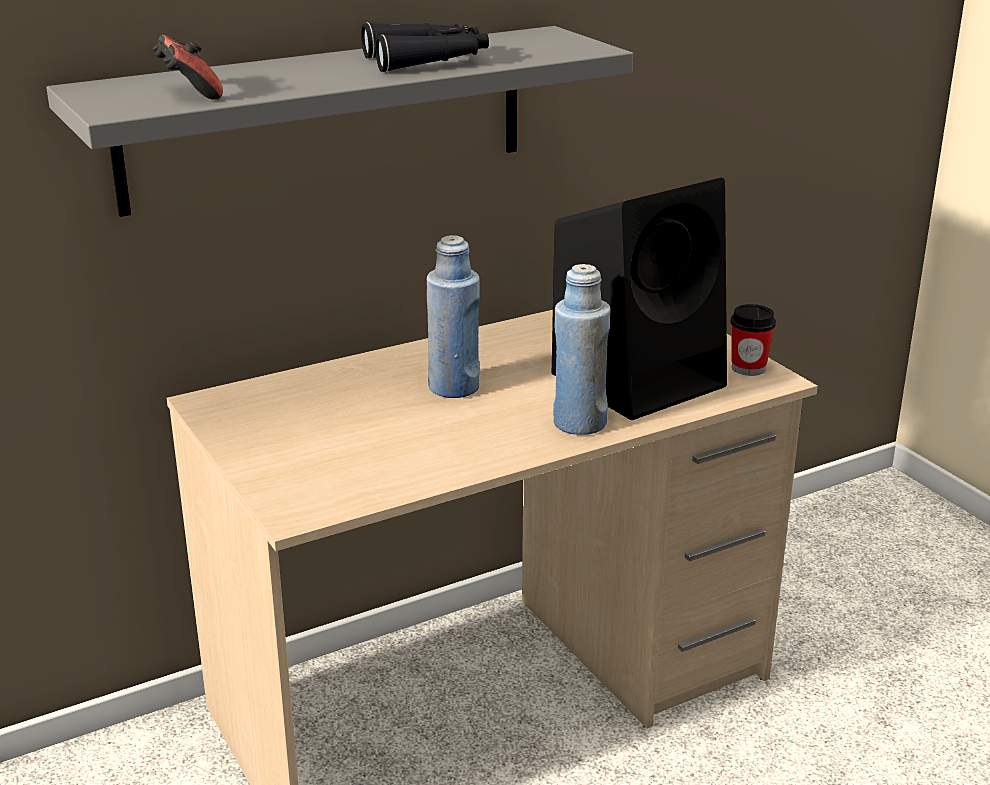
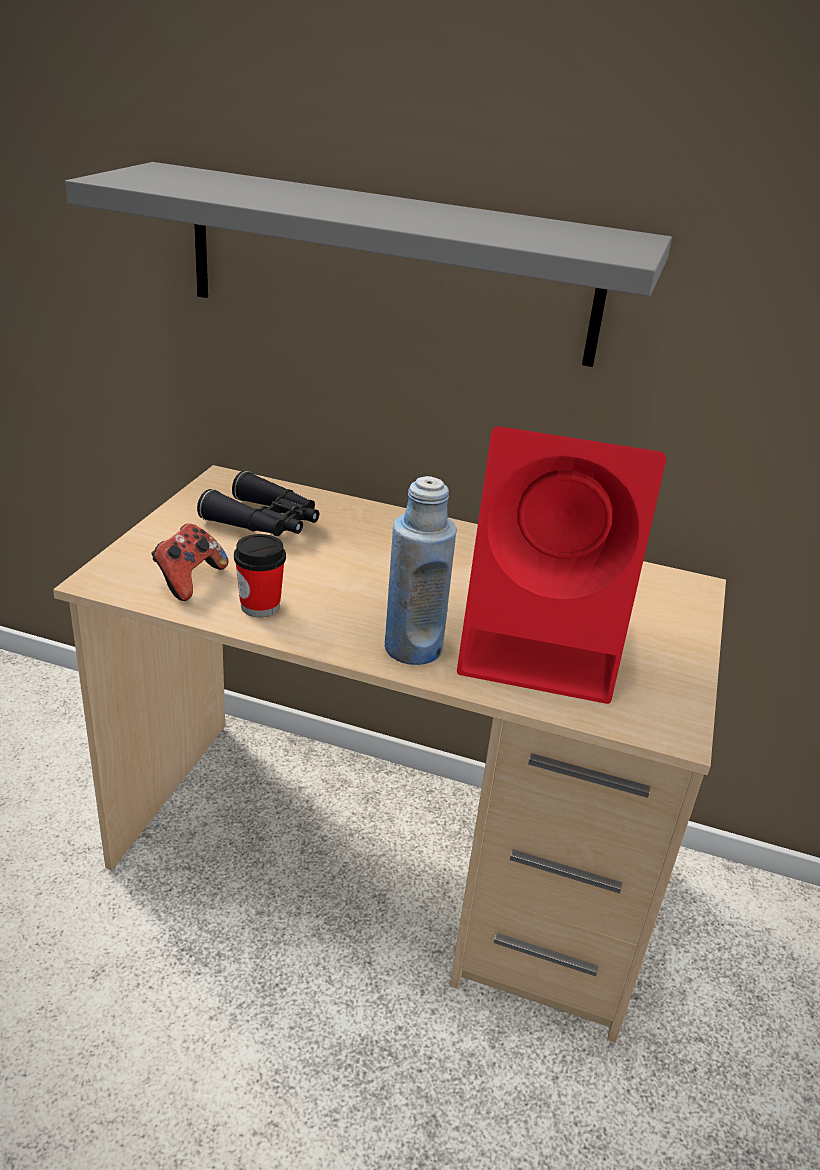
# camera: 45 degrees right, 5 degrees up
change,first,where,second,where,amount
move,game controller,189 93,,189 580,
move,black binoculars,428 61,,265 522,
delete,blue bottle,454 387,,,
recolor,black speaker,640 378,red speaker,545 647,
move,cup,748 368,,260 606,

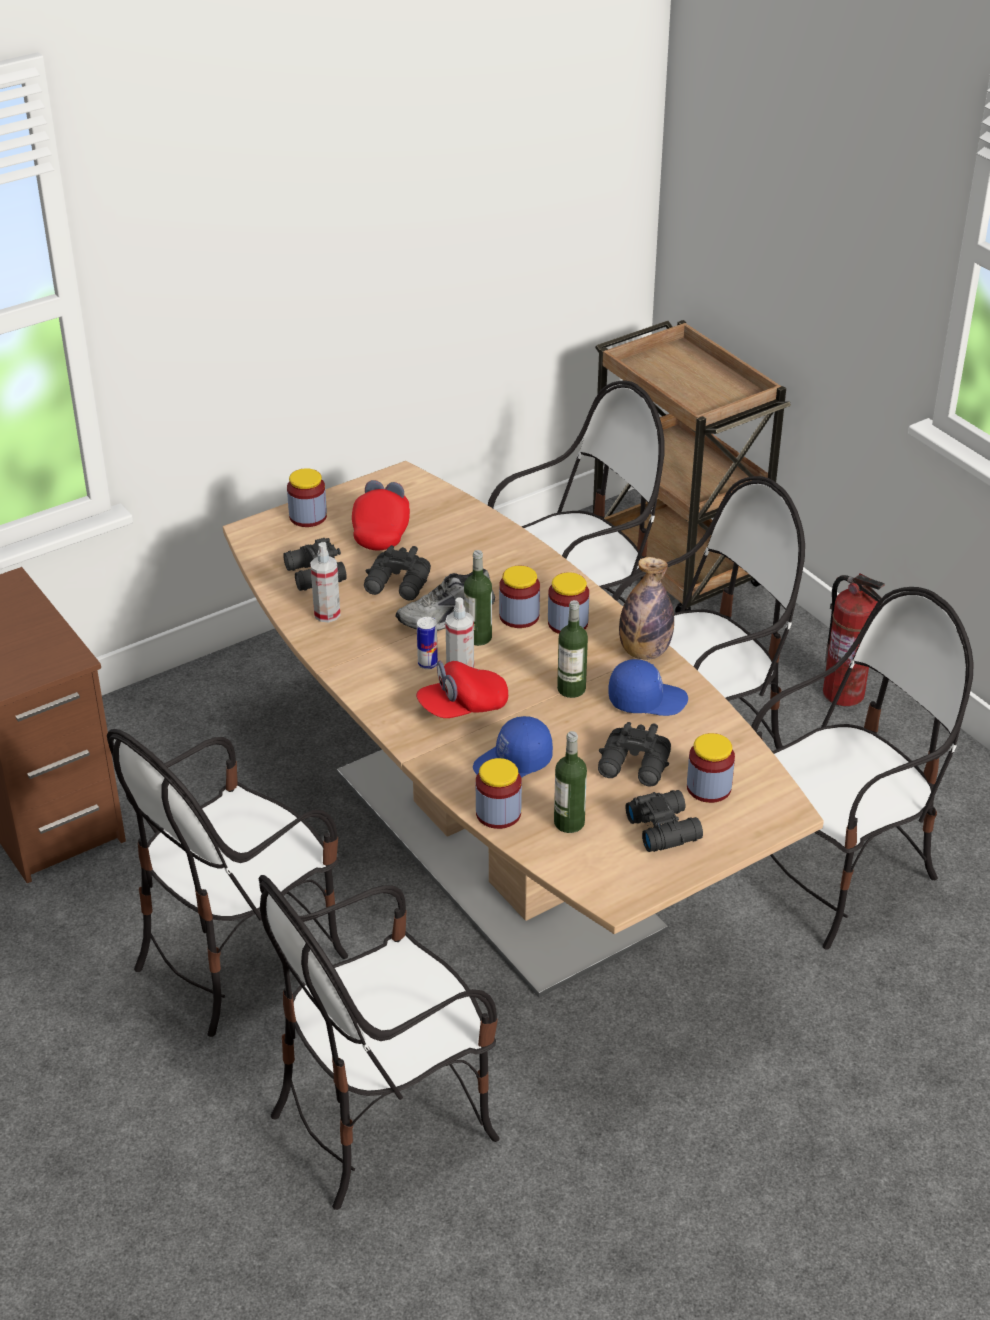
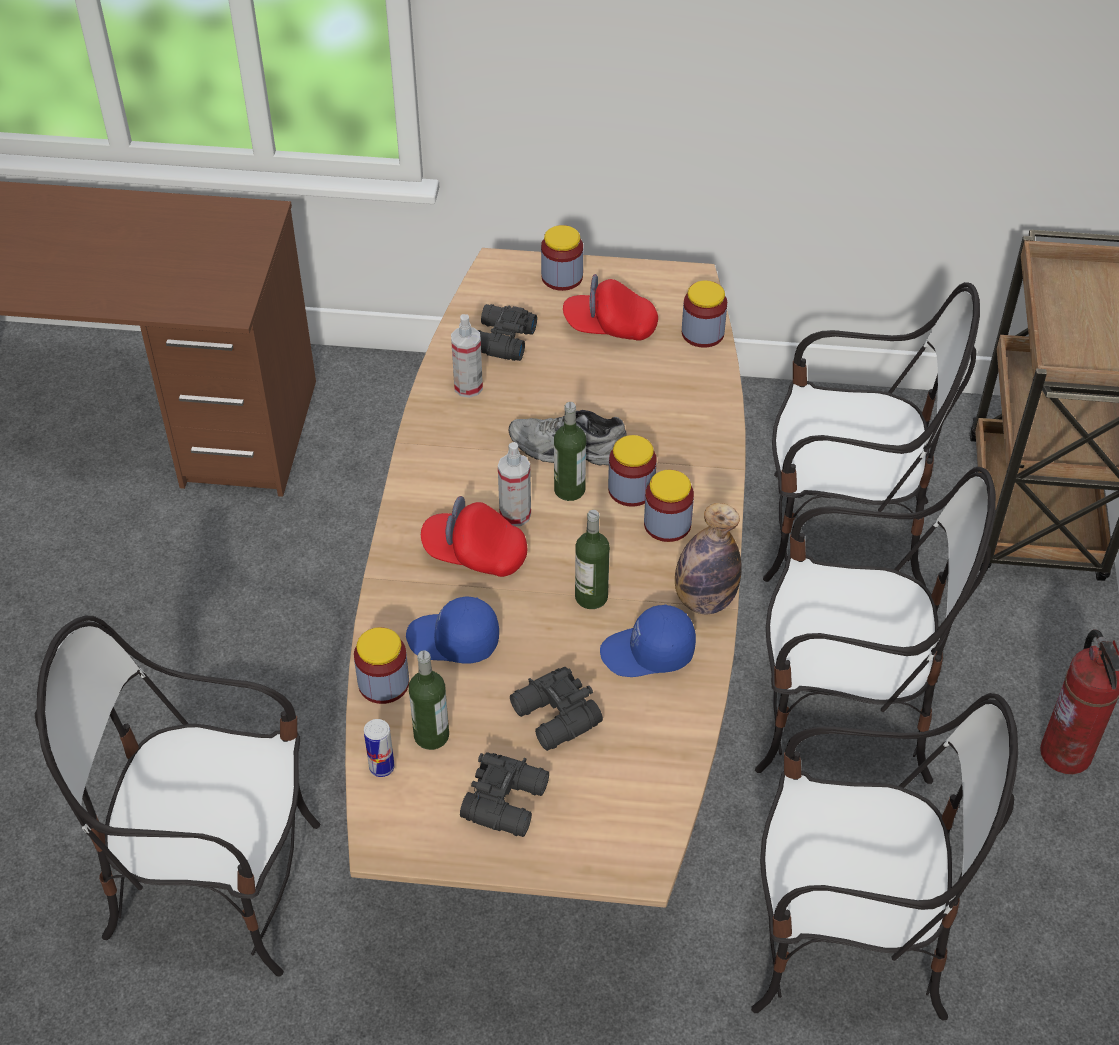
# camera: 40 degrees right, 10 degrees up
change,first,where,second,where,amount
delete,chair,239 956,,,
rotate,red cap,382 530,,610 327,135 degrees counterclockwise
delete,black binoculars,398 585,,,
move,can,427 664,,381 767,
rotate,blue cap,647 699,,648 653,135 degrees clockwise
move,jar,709 788,,702 333,

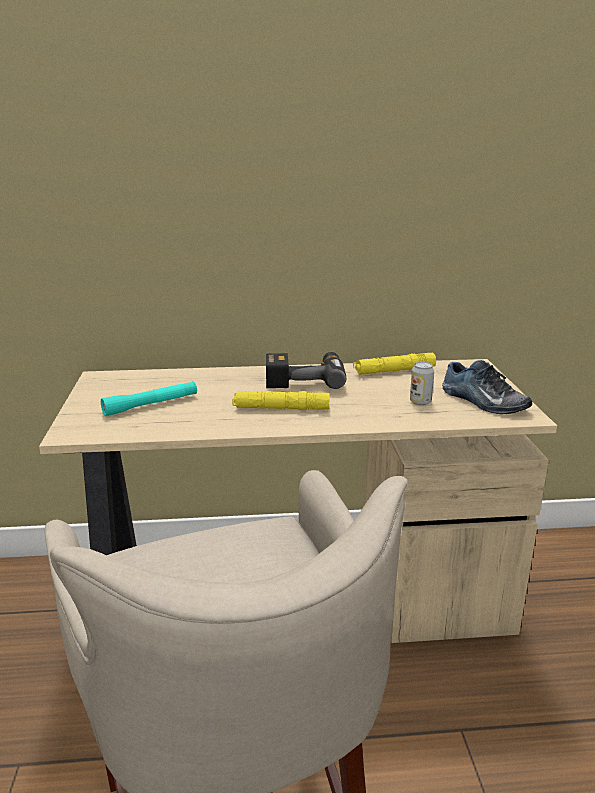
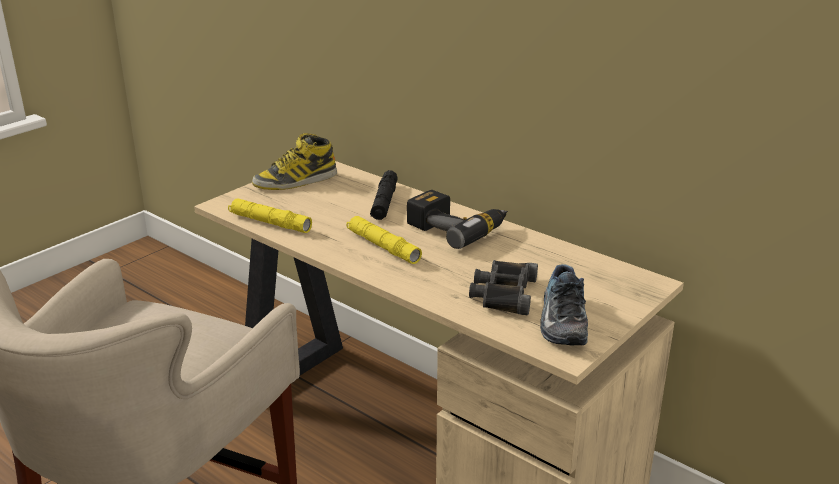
# camera: 45 degrees right, 5 degrees up
change,first,where,second,where,amount
delete,turquoise flashlight,151 405,,,
move,yellow flashlight,394 371,,270 223,
replace,can,420 402,black binoculars,503 293,
insert,,,boot,295 181,
insert,,,black flashlight,384 202,

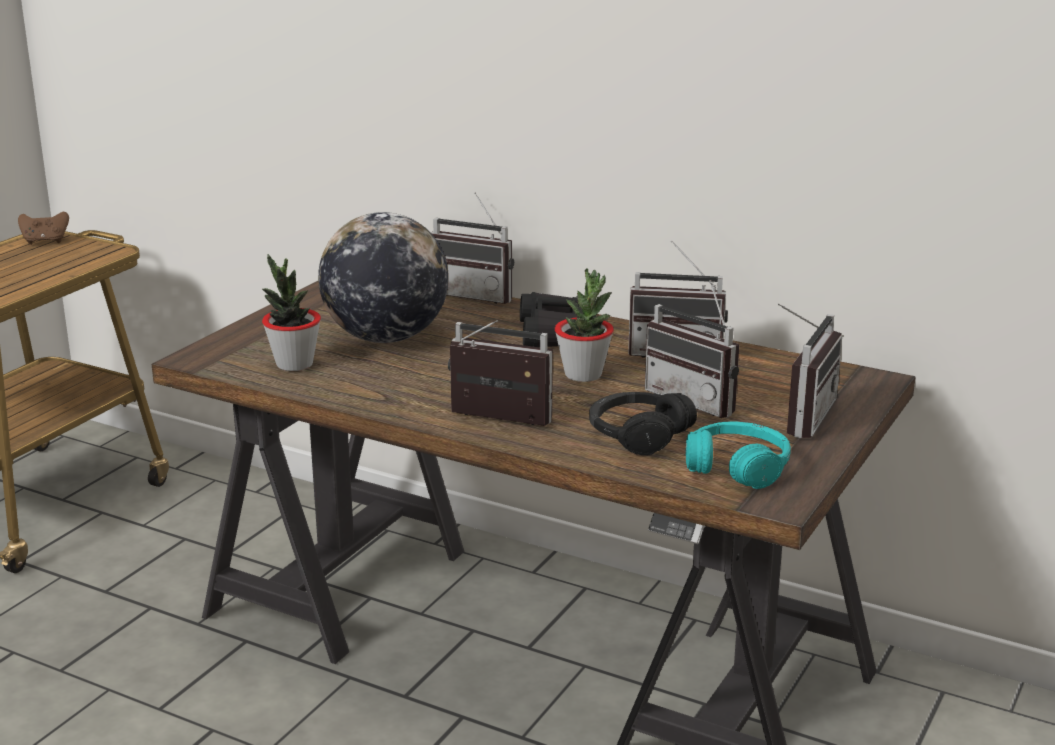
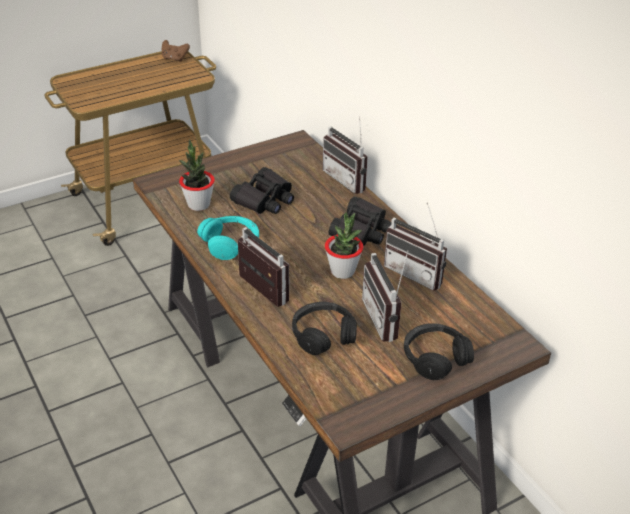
# camera: 30 degrees right, 15 degrees up
change,first,where,second,where,amount
replace,globe,386 338,black binoculars,264 200,
move,turquoise headphones,737 468,,230 244,
replace,radio,799 416,black headphones,435 358,

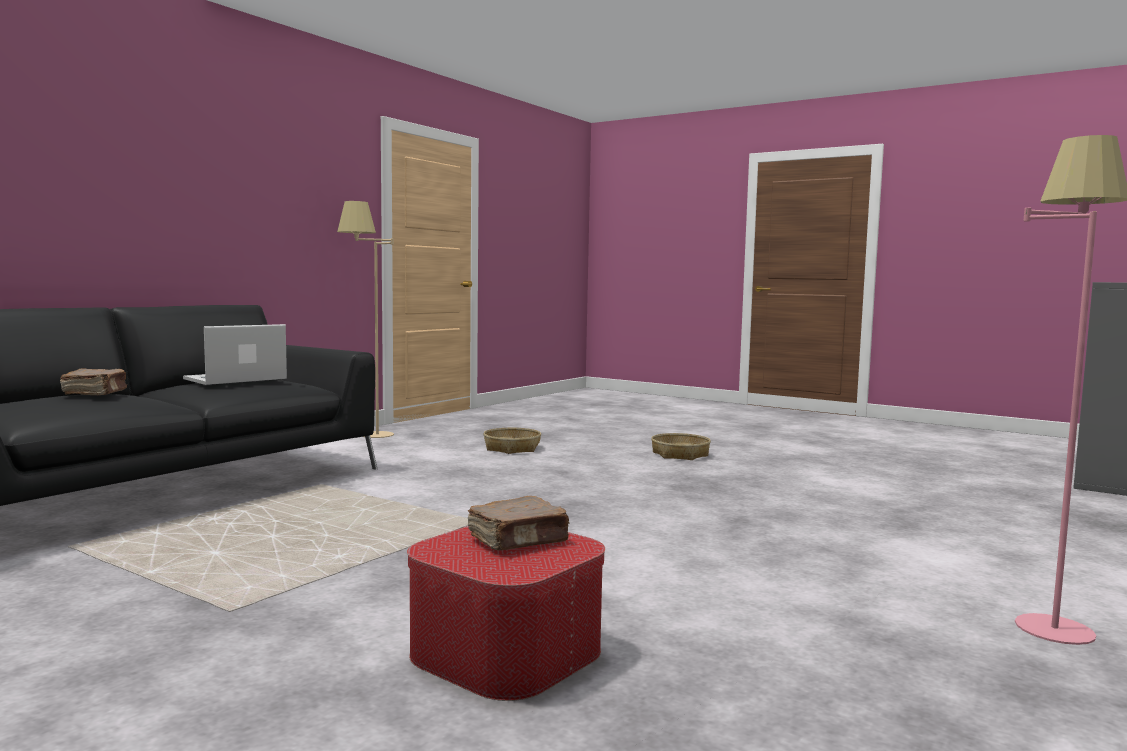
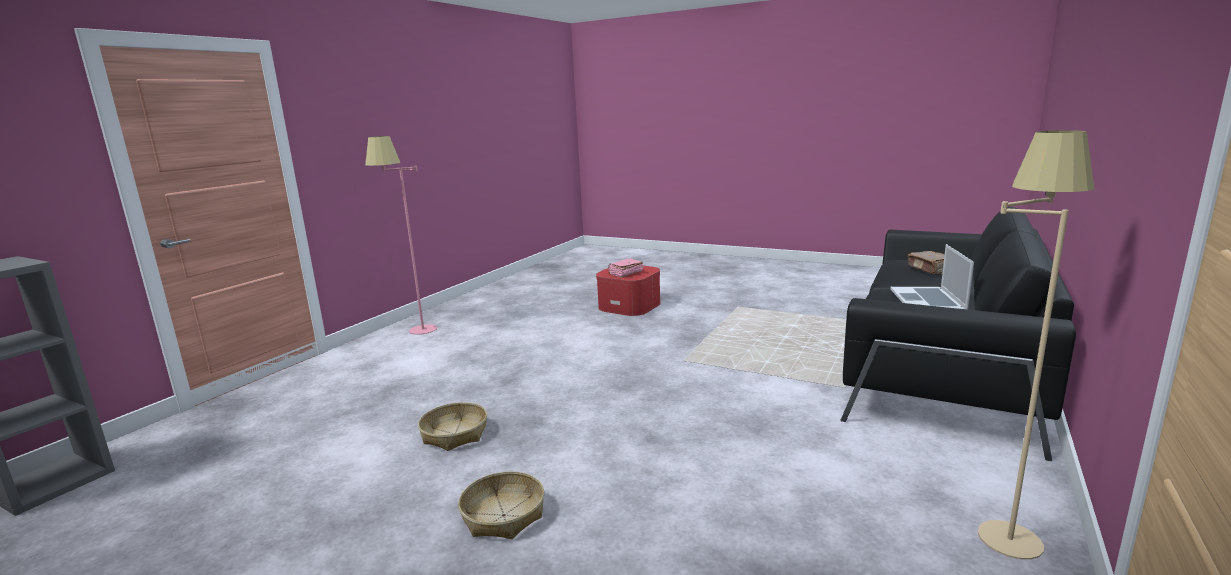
# camera: 175 degrees right, 10 degrees up
change,first,where,second,where,amount
rotate,laptop,236 379,,927 300,150 degrees clockwise
recolor,brown book,519 540,pink book,625 273,
move,basket,512 448,,454 434,

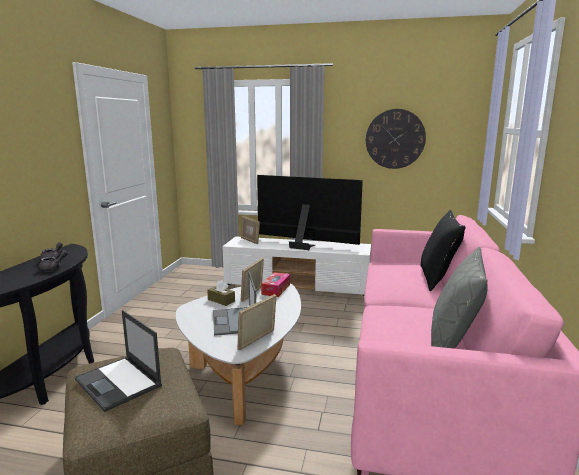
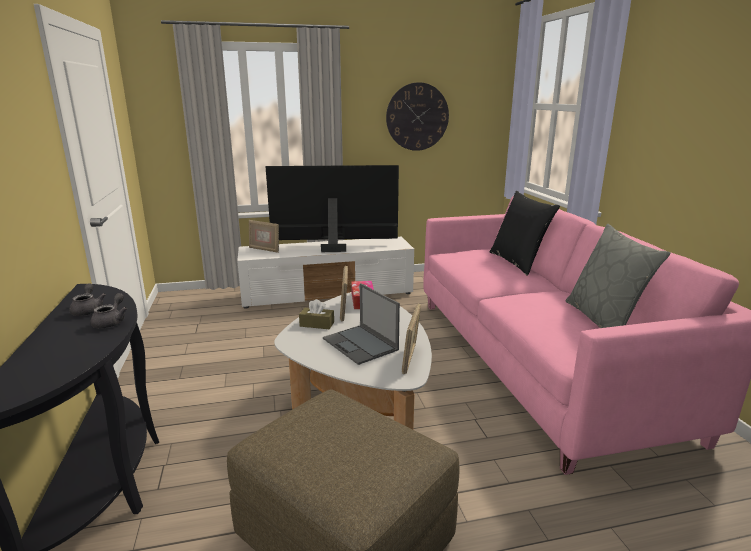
# camera: 25 degrees left, 5 degrees up
change,first,where,second,where,amount
delete,laptop,119 383,,,

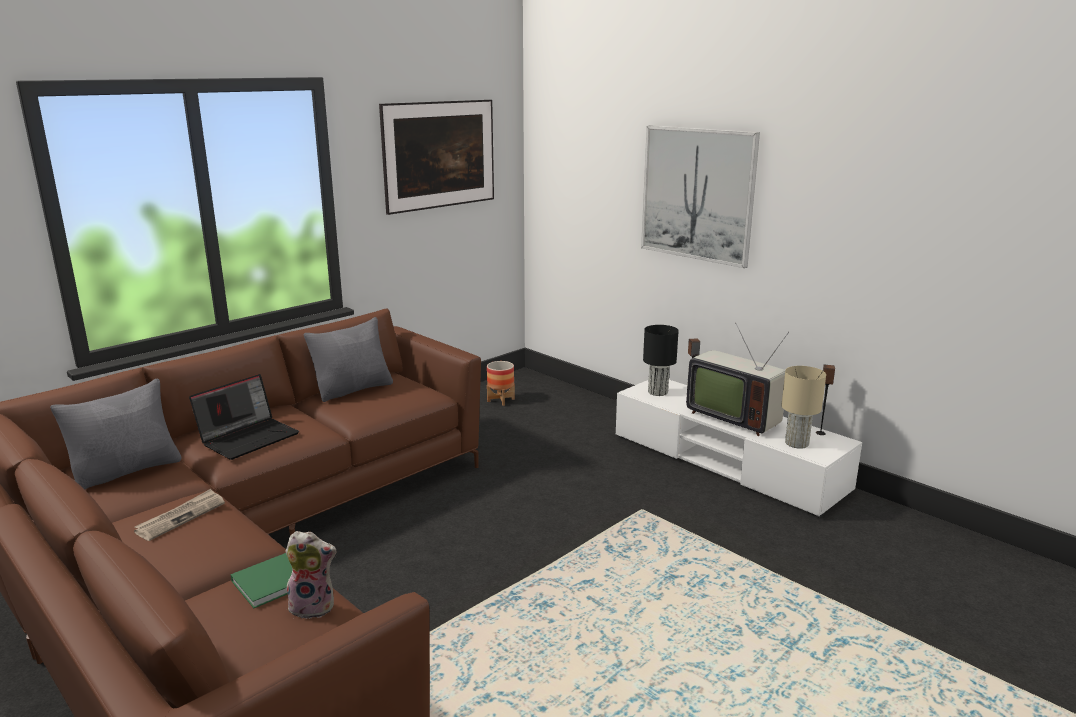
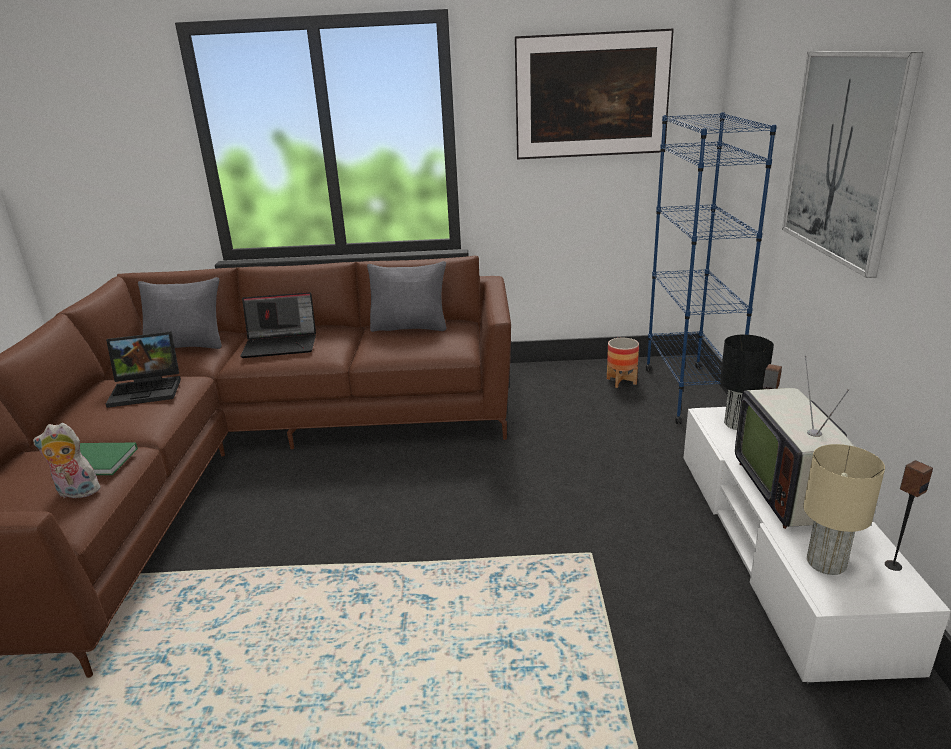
# camera: 45 degrees right, 5 degrees up
change,first,where,second,where,amount
replace,newspaper,181 517,laptop,148 389,
rotate,plush toy,314 606,,76 493,135 degrees clockwise
insert,,,blue bookcase,688 393,

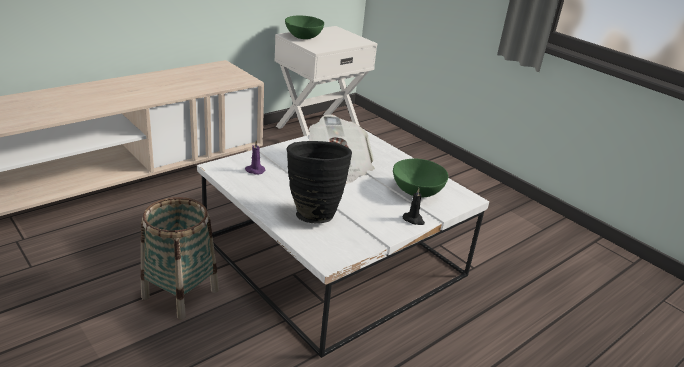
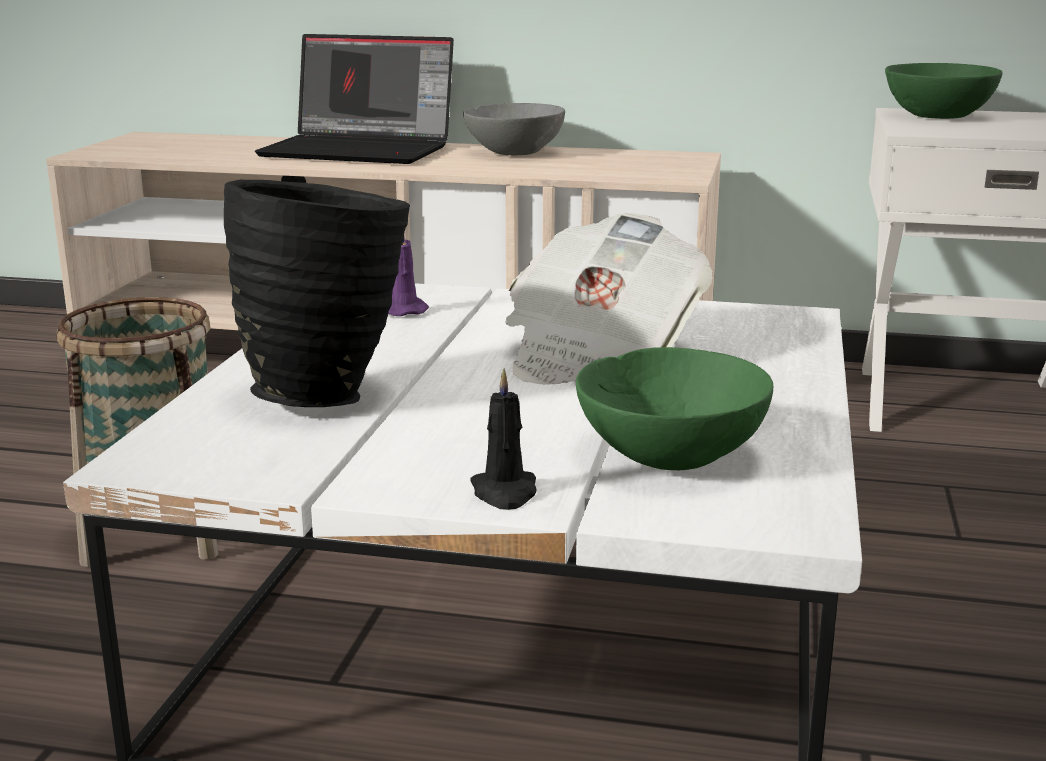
# camera: 55 degrees right, 10 degrees down
change,first,where,second,where,amount
insert,,,laptop,361 150,
insert,,,grey bowl,514 152,

